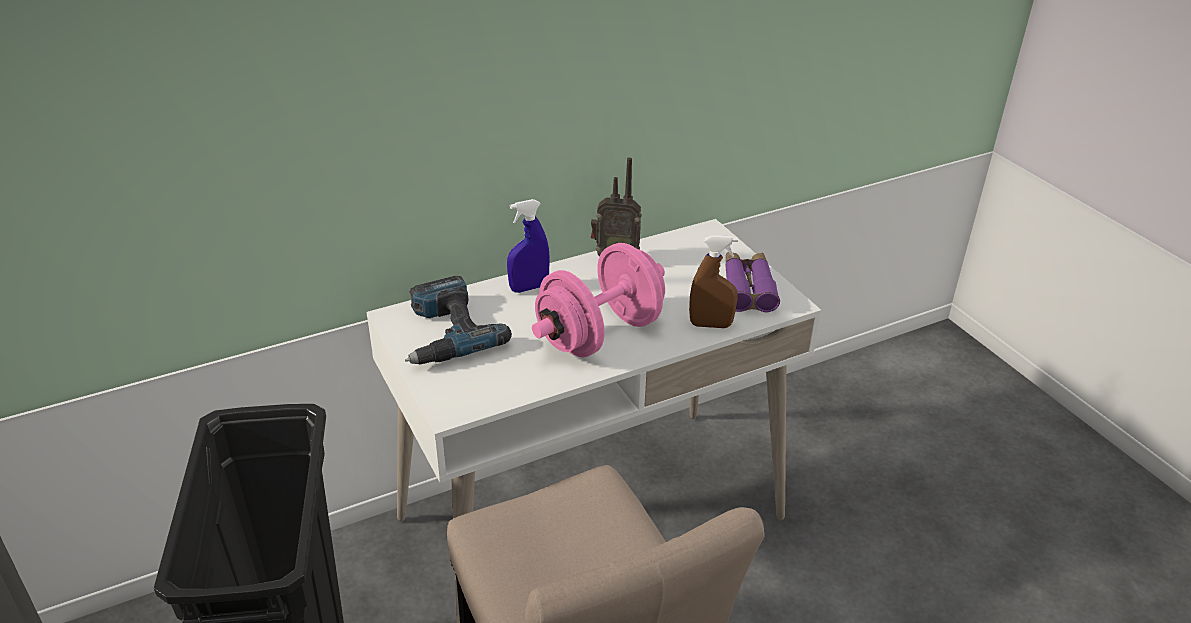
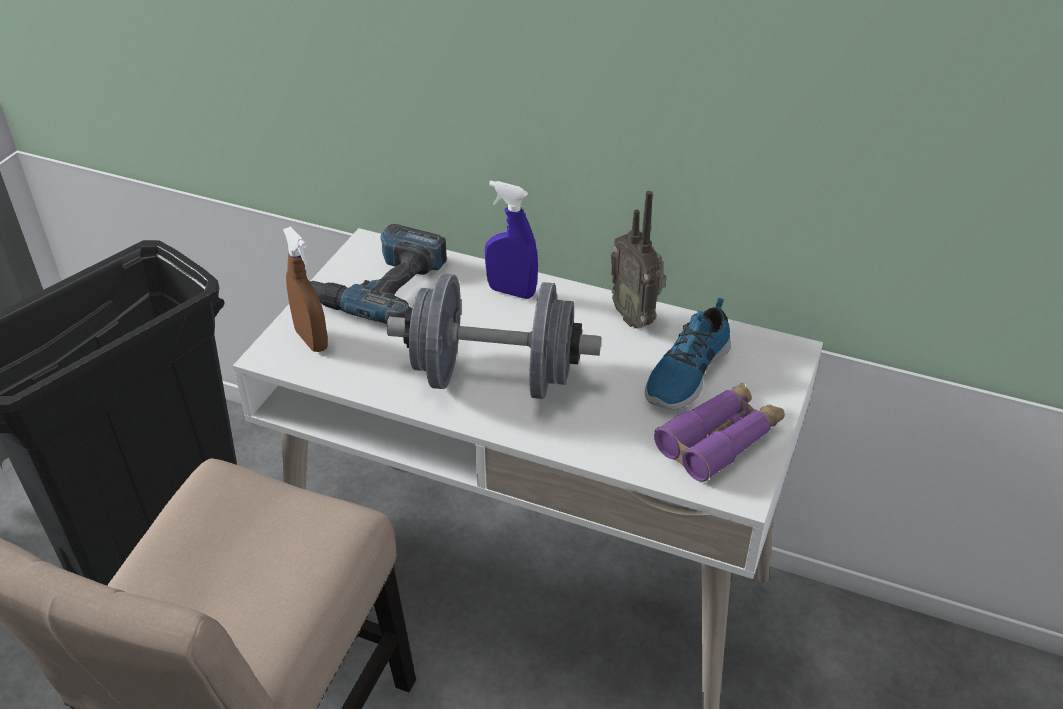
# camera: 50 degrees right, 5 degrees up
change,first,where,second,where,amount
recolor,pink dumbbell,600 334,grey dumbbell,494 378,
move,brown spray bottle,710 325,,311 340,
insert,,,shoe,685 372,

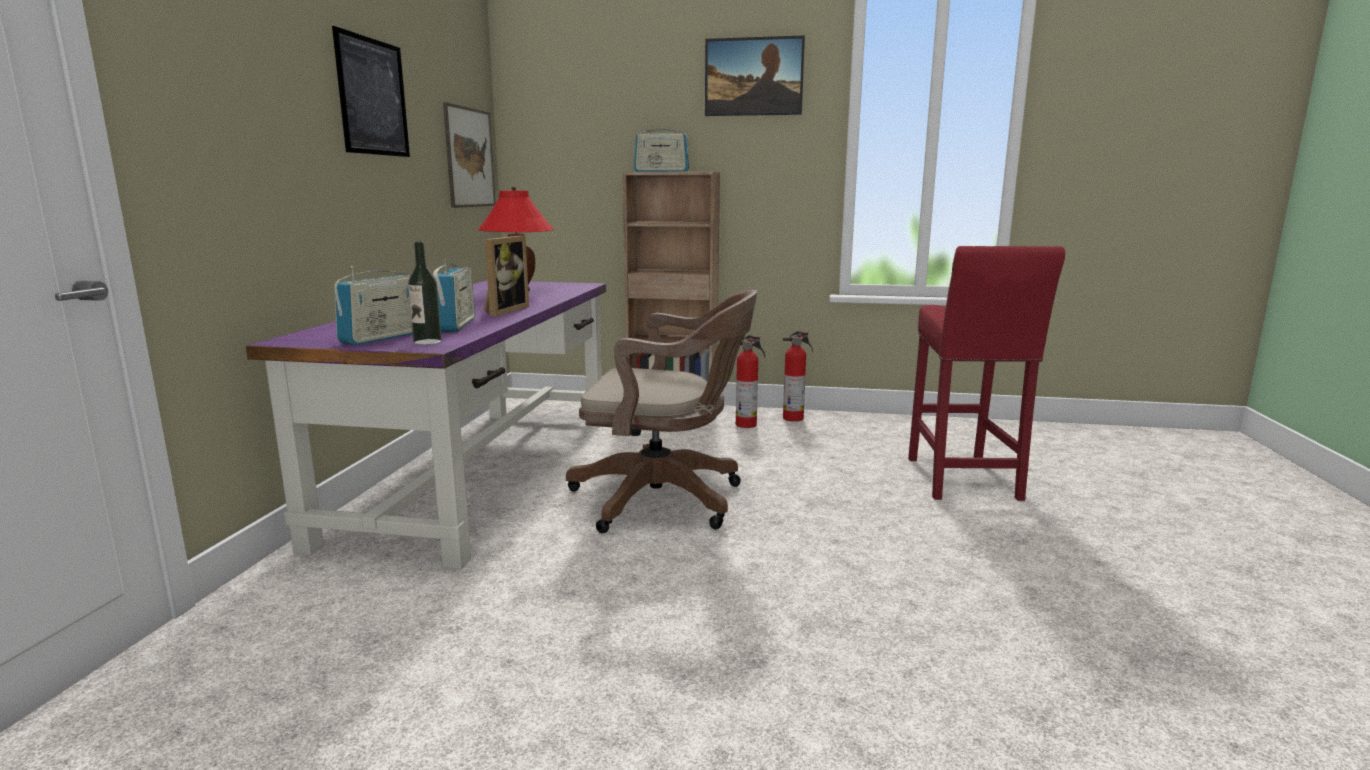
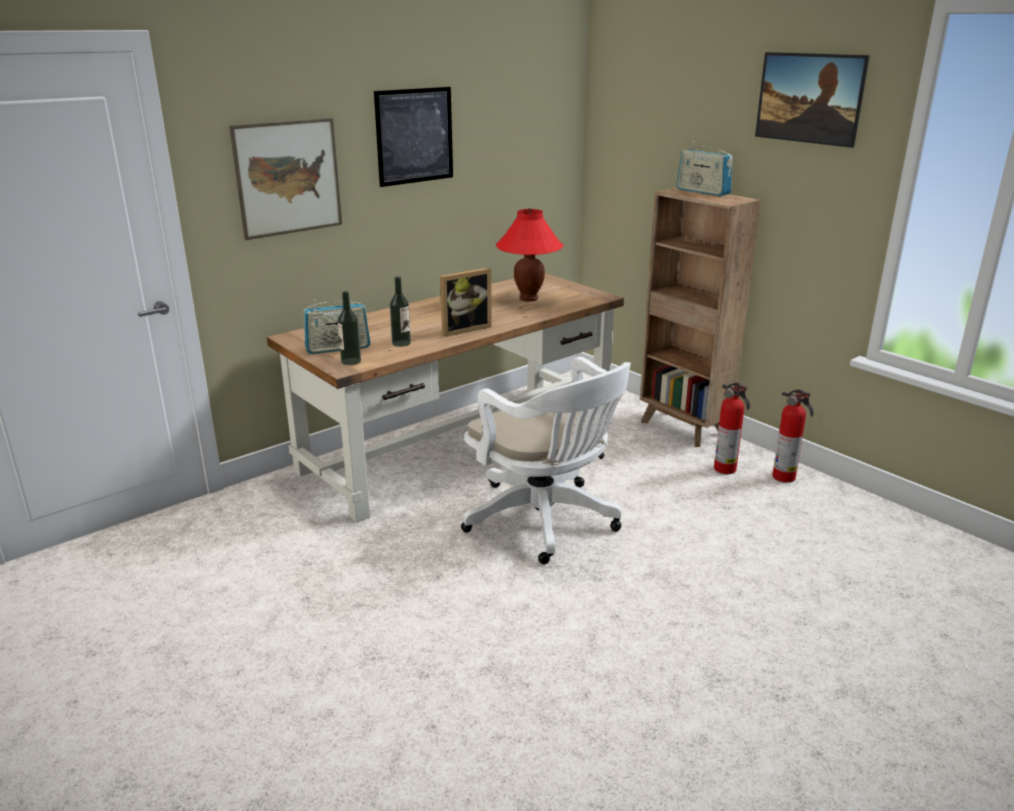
# camera: 40 degrees right, 10 degrees up
change,first,where,second,where,amount
recolor,purple desk,482 471,brown desk,460 444,
replace,radio,456 325,bottle,401 343,
move,picture,470 157,,288 178,
recolor,brown office chair,666 500,white office chair,546 522,
delete,red stool,962 481,,,

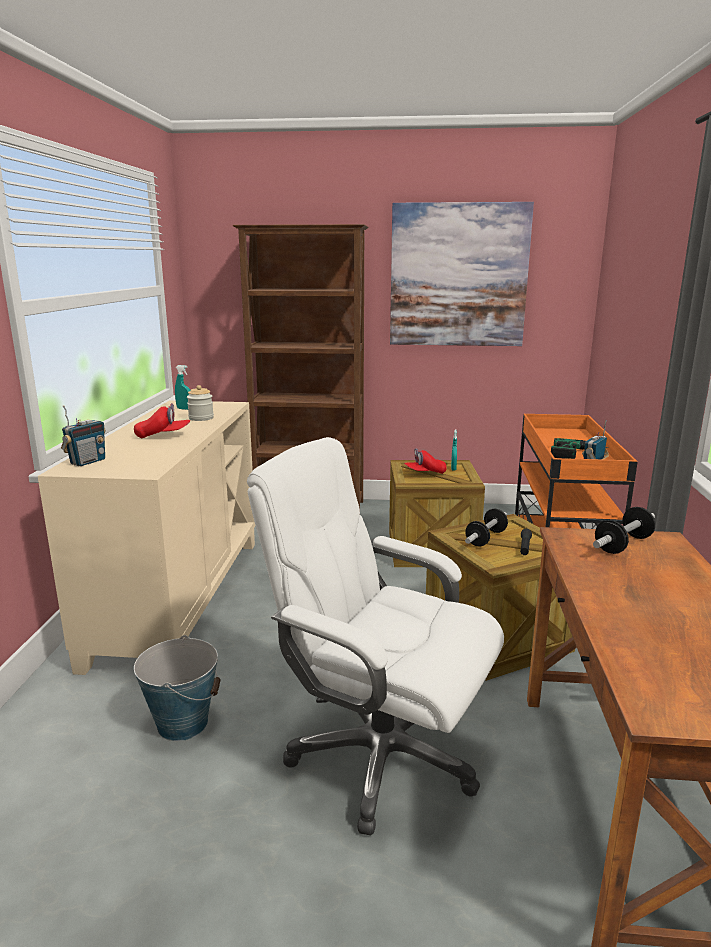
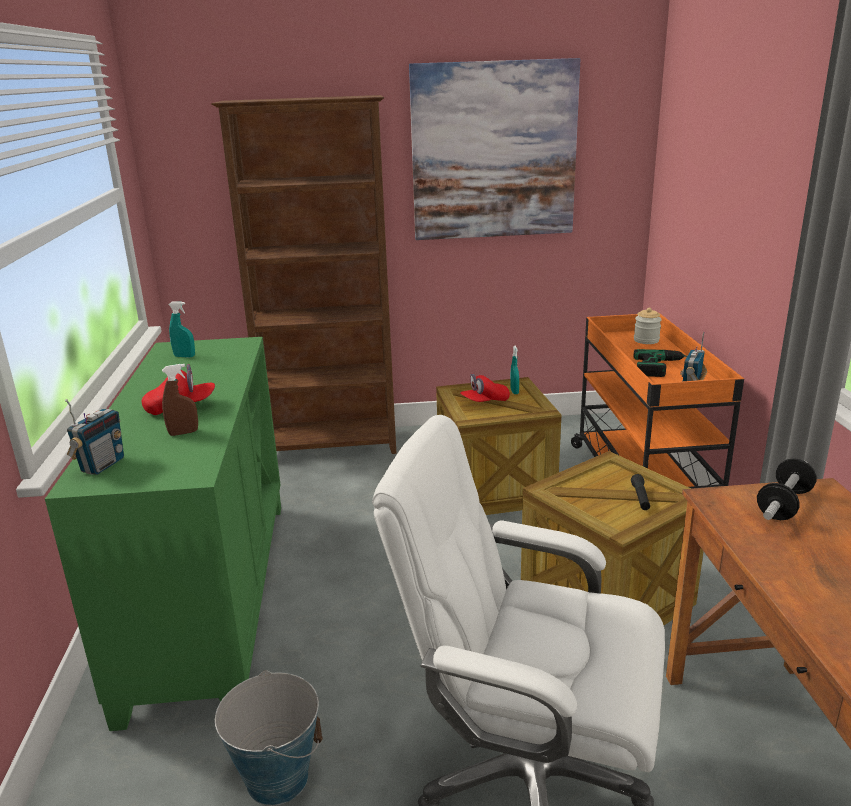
# camera: 10 degrees left, 5 degrees up
change,first,where,second,where,amount
recolor,beige cabinet,179 597,green cabinet,210 597,
move,jar,201 418,,646 340,
delete,dumbbell,486 538,,,
insert,,,brown spray bottle,183 433,

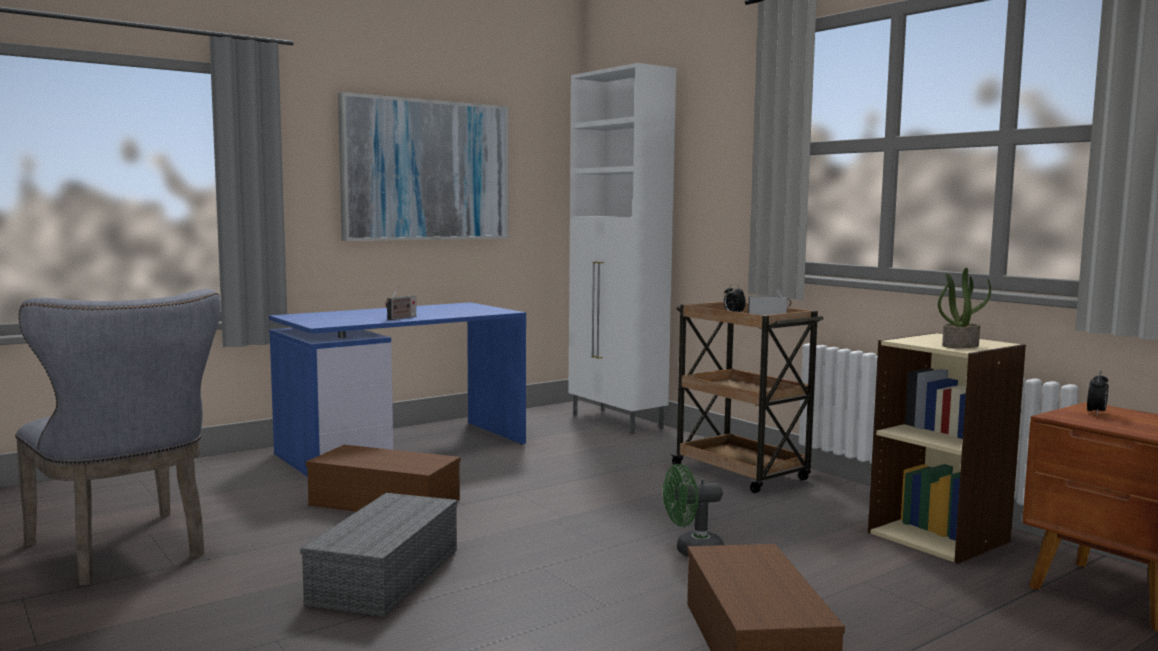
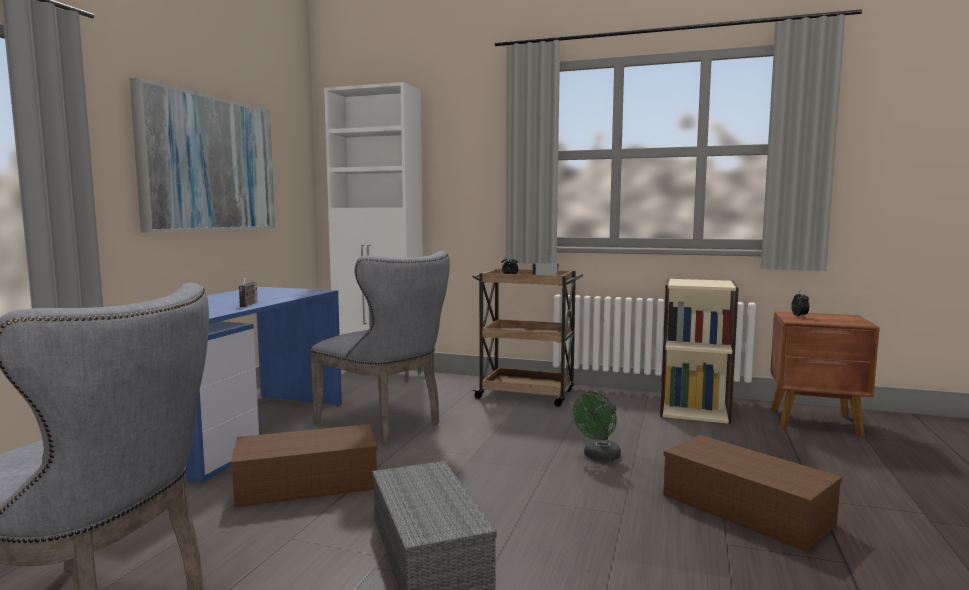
# camera: 35 degrees left, 0 degrees up
change,first,where,second,where,amount
delete,potted plant,960 345,,,
insert,,,grey chair,386 424,

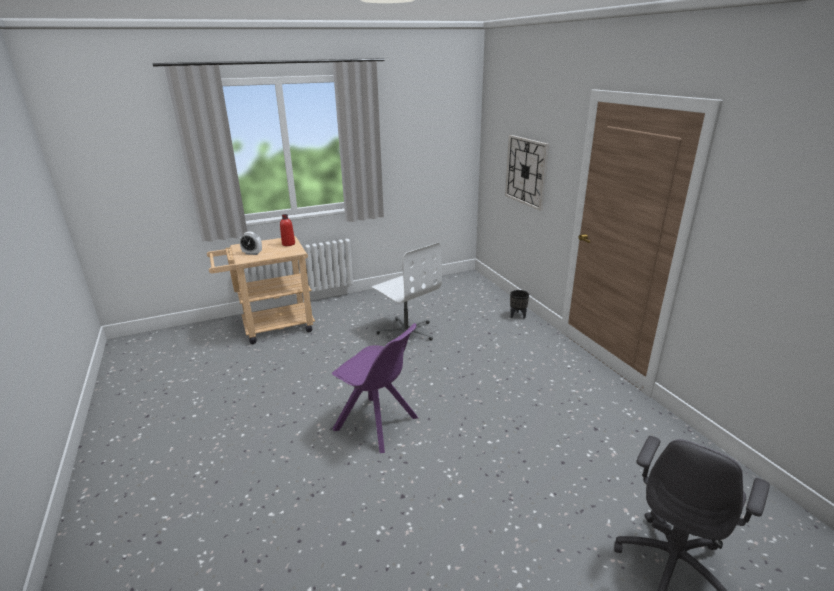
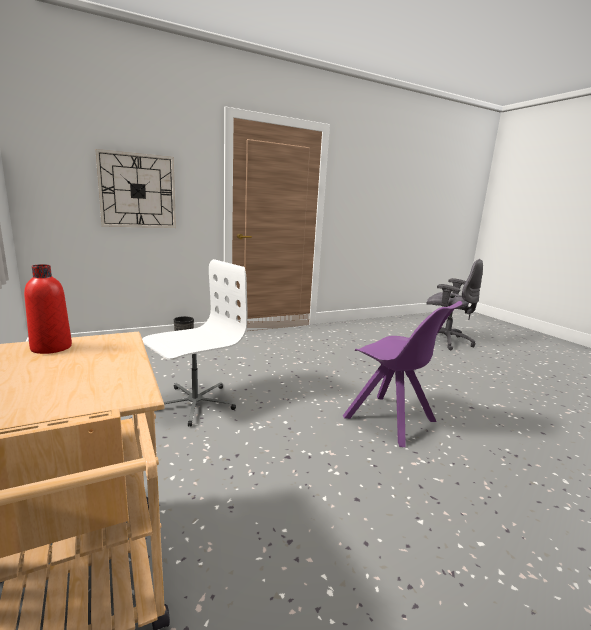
# camera: 95 degrees left, 10 degrees down
change,first,where,second,where,amount
delete,alarm clock,252 253,,,
rotate,purple chair,378 424,,391 420,105 degrees clockwise

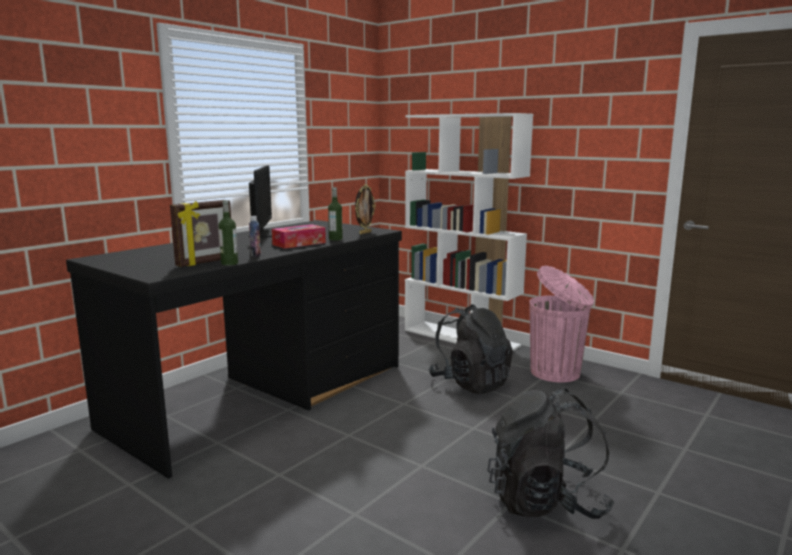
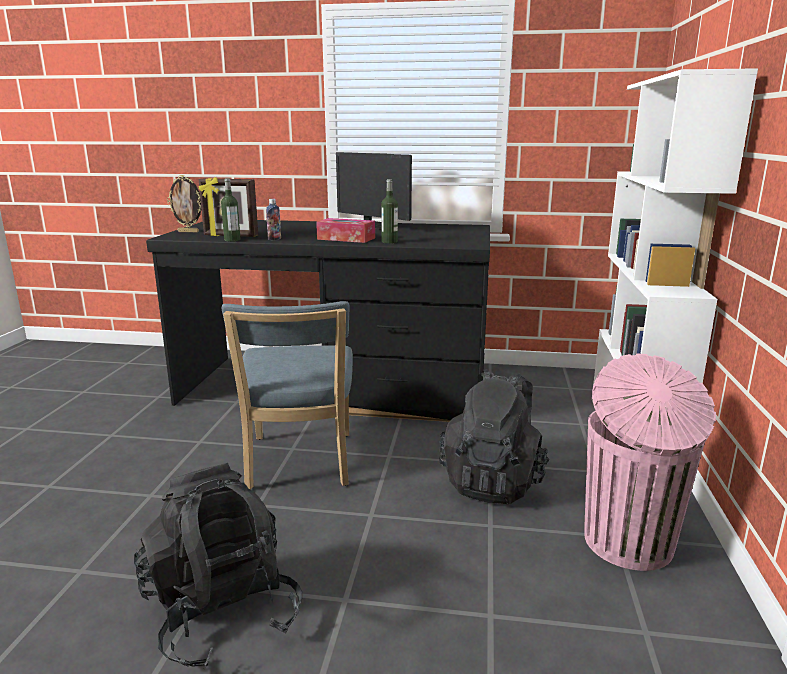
# camera: 60 degrees right, 5 degrees up
change,first,where,second,where,amount
rotate,monitor,262 234,,375 227,75 degrees clockwise
move,picture frame,365 233,,188 232,
insert,,,blue chair,299 464,

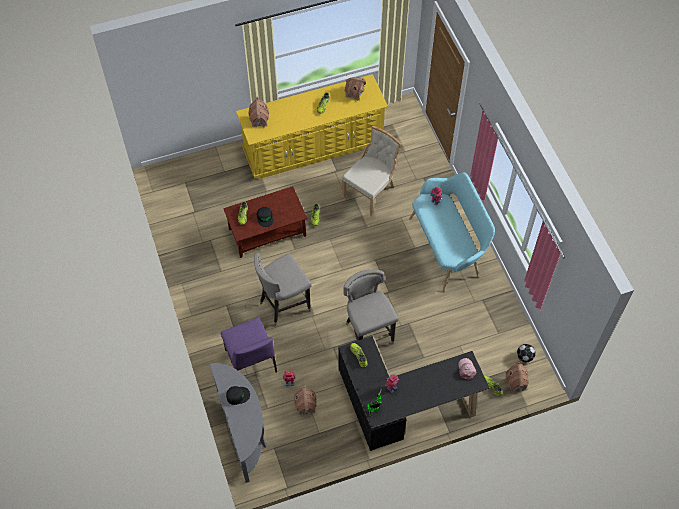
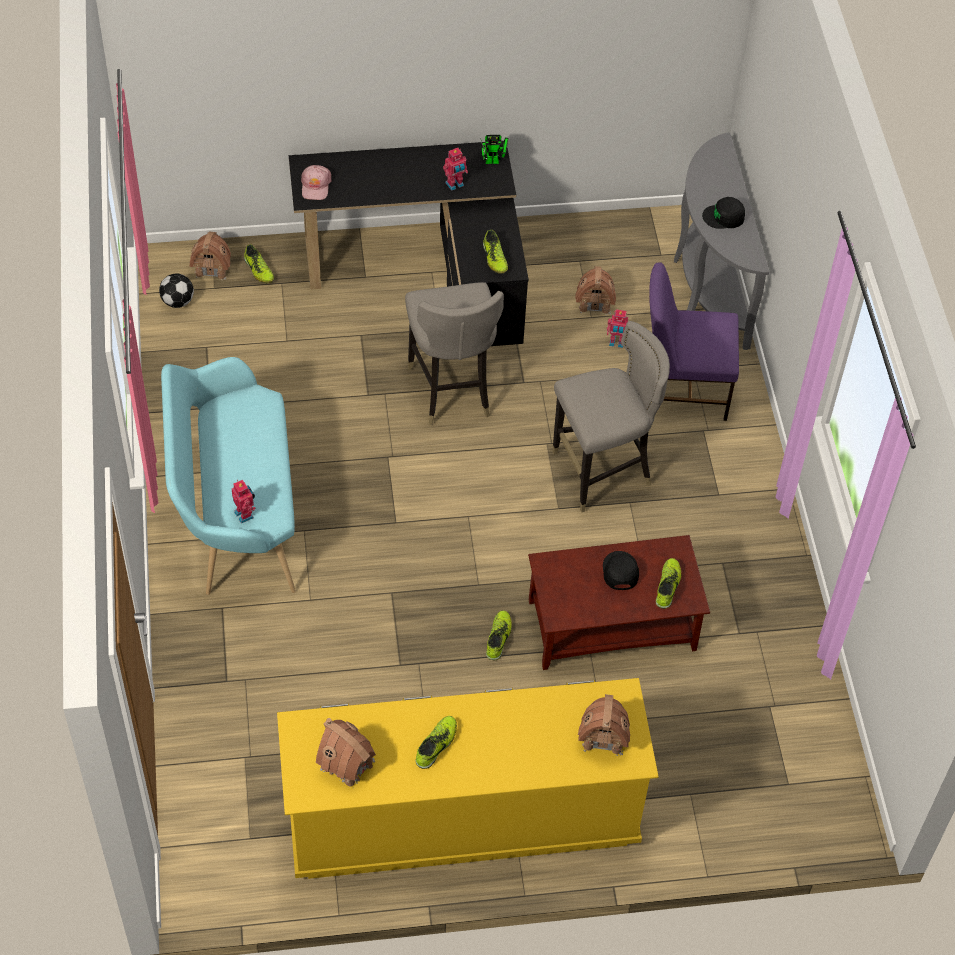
# camera: 170 degrees left, 5 degrees down
change,first,where,second,where,amount
rotate,purple chair,251 362,,682 387,75 degrees counterclockwise
delete,beige chair,370 191,,,

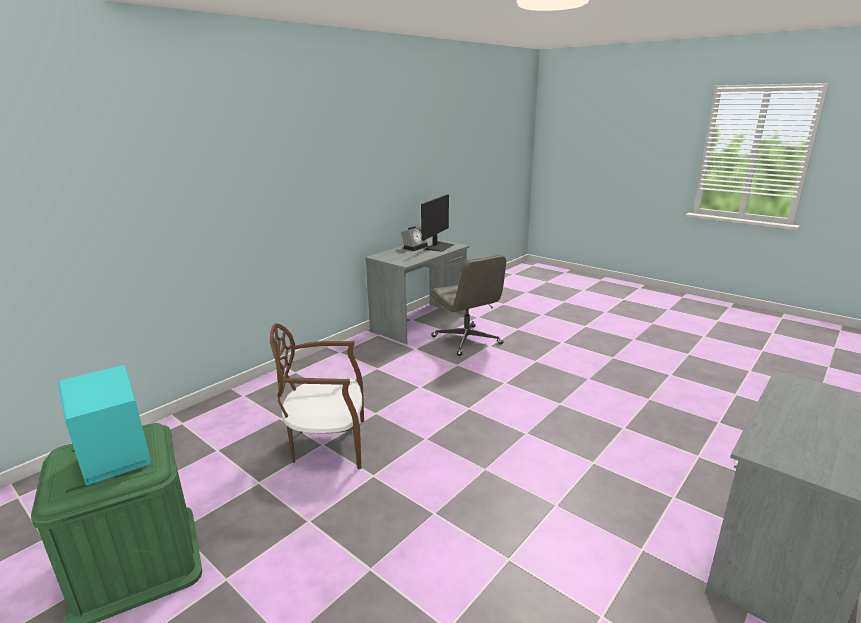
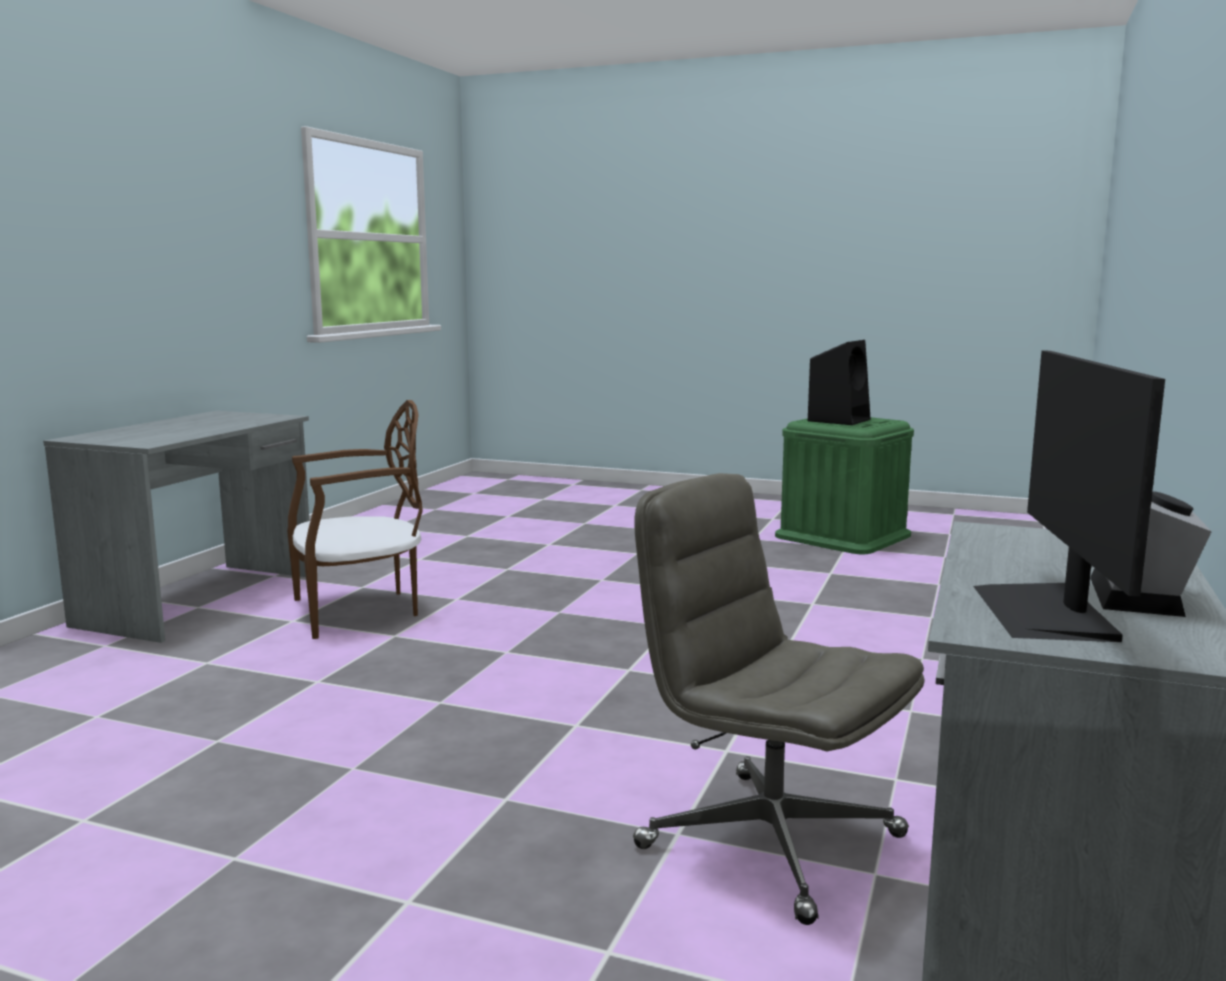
# camera: 160 degrees right, 10 degrees down
change,first,where,second,where,amount
recolor,turquoise speaker,114 461,black speaker,839 420,
move,brown chair,328 444,,359 611,

